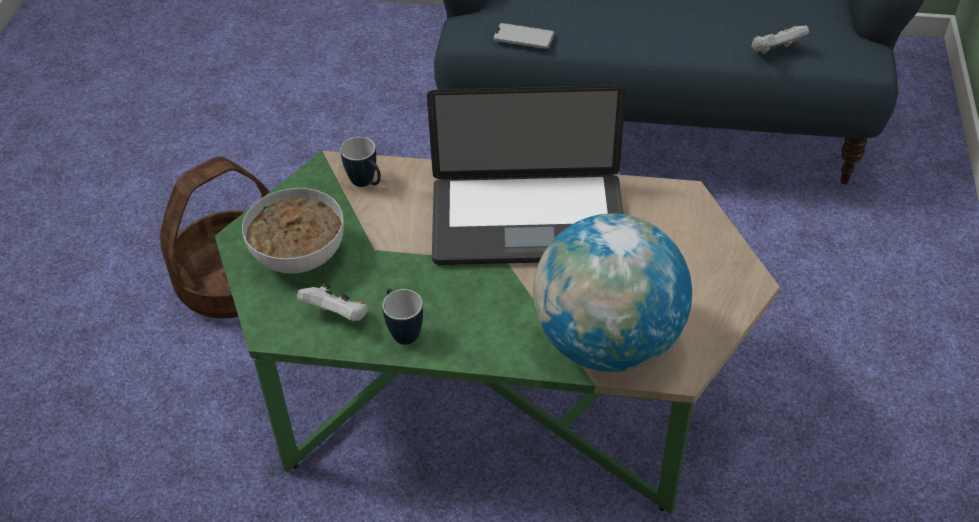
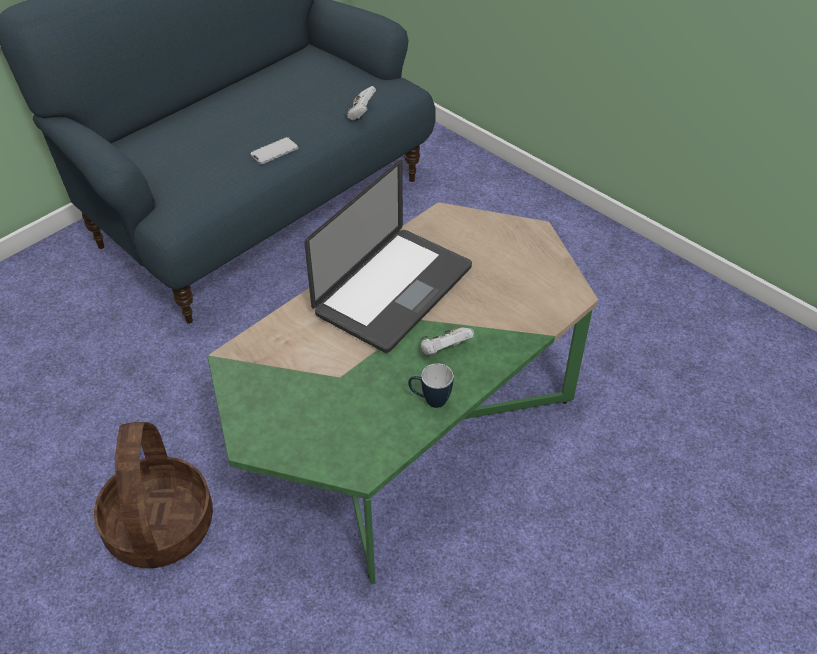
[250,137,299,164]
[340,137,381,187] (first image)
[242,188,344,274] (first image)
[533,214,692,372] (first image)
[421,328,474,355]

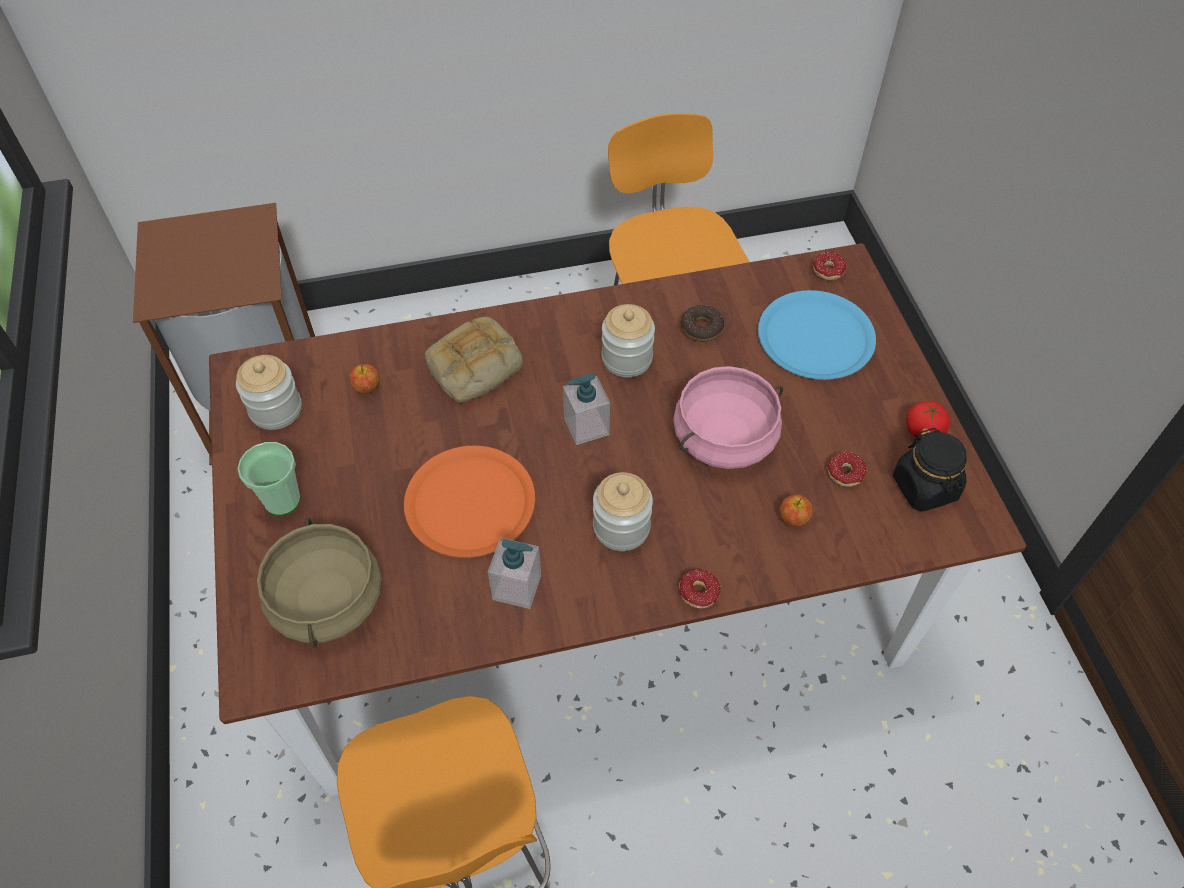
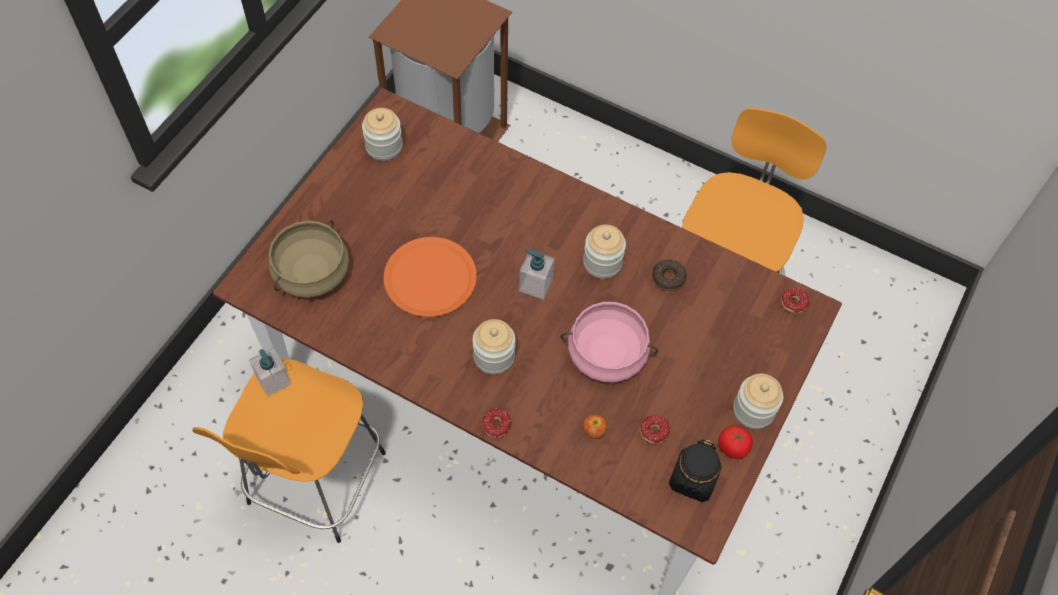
[758,290,876,380] (first image)
[424,317,523,403] (first image)
[349,364,380,394] (first image)
[237,442,301,516] (first image)
[249,348,291,397]
[733,374,783,429]

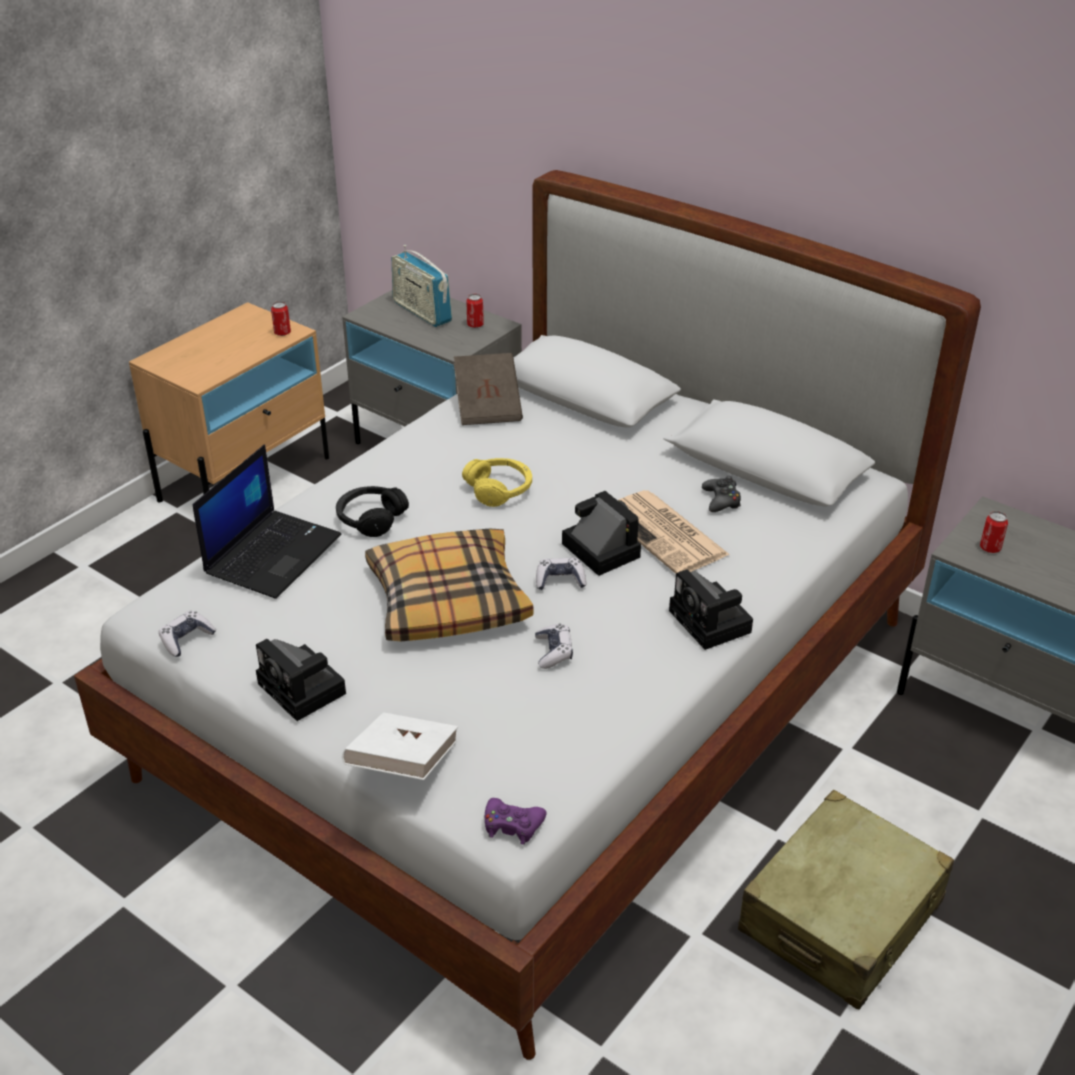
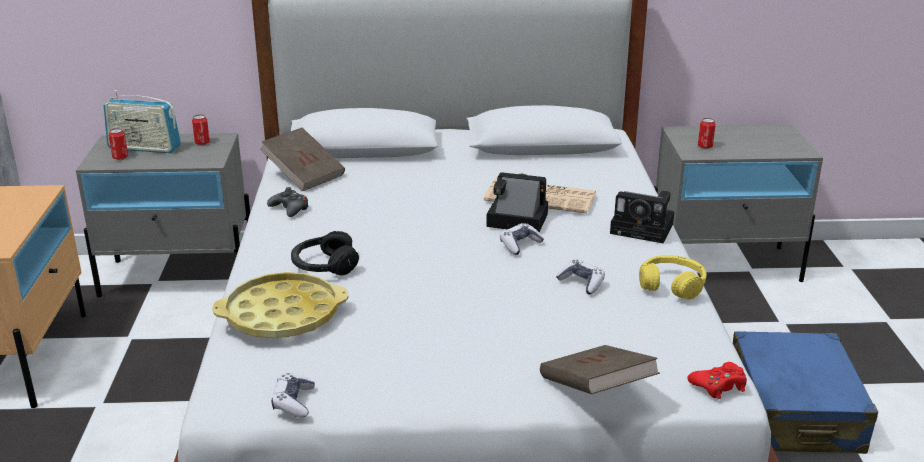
[109,128,128,160]
[212,272,349,338]
[639,255,707,300]
[267,187,309,217]
[365,529,534,641] (first image)
[256,639,346,721] (first image)
[540,345,660,394]
[733,331,878,454]
[687,362,747,399]

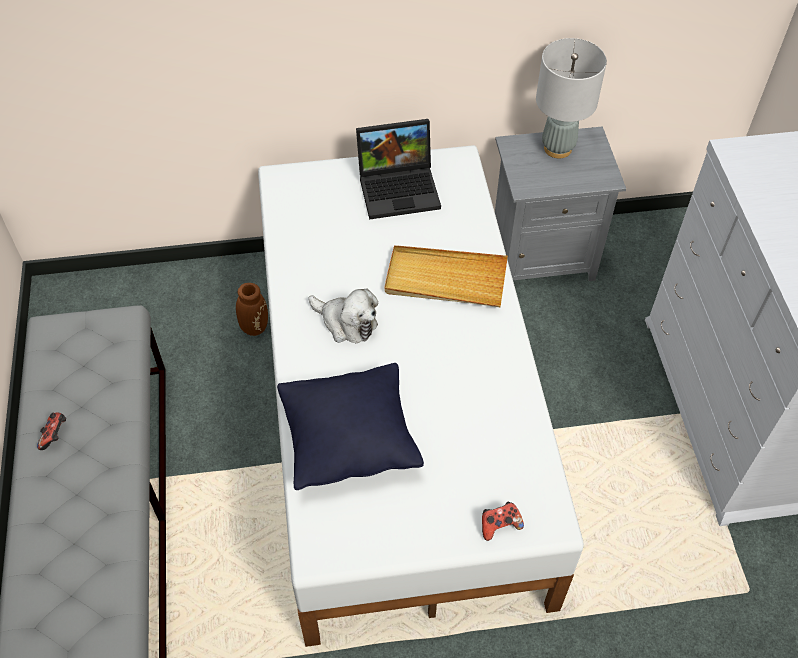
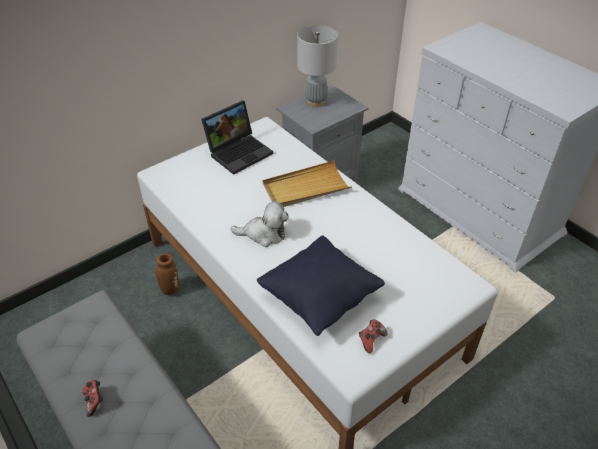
[359,319,388,353]

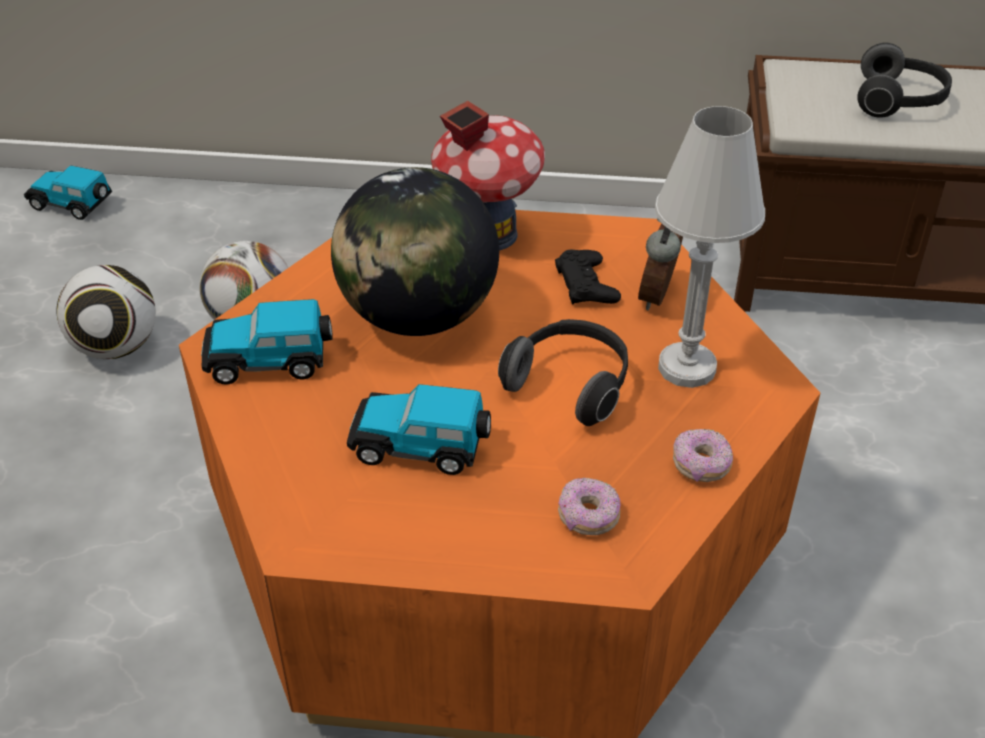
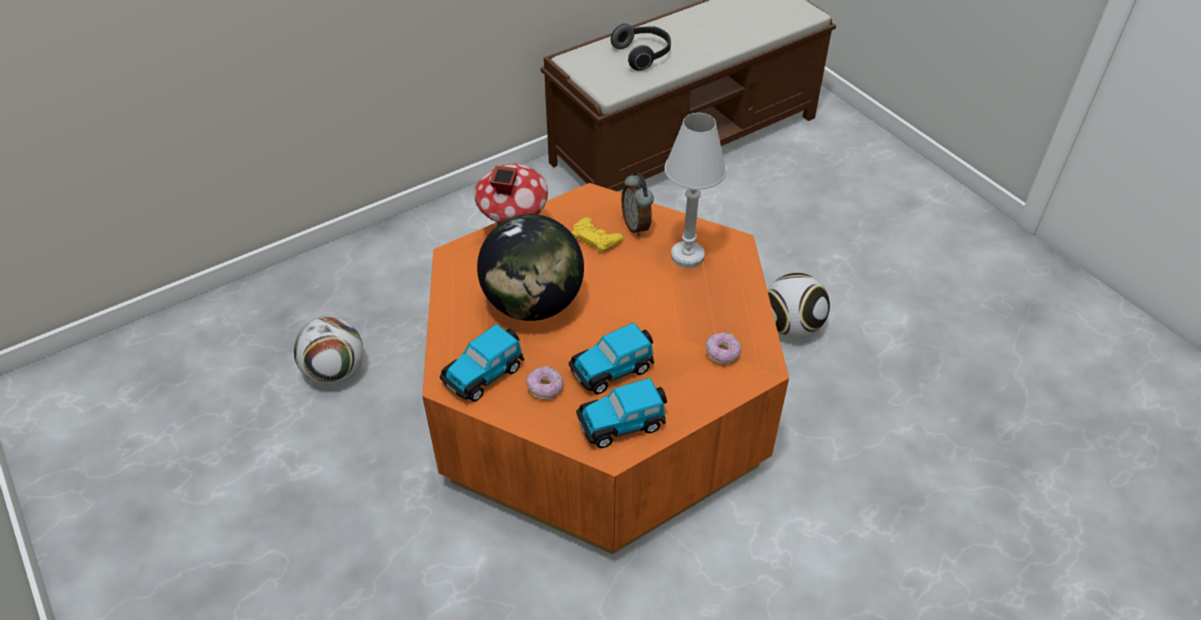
[576,378,667,448]
[572,217,623,253]
[767,273,830,338]
[498,319,628,426] (first image)
[526,366,563,400]

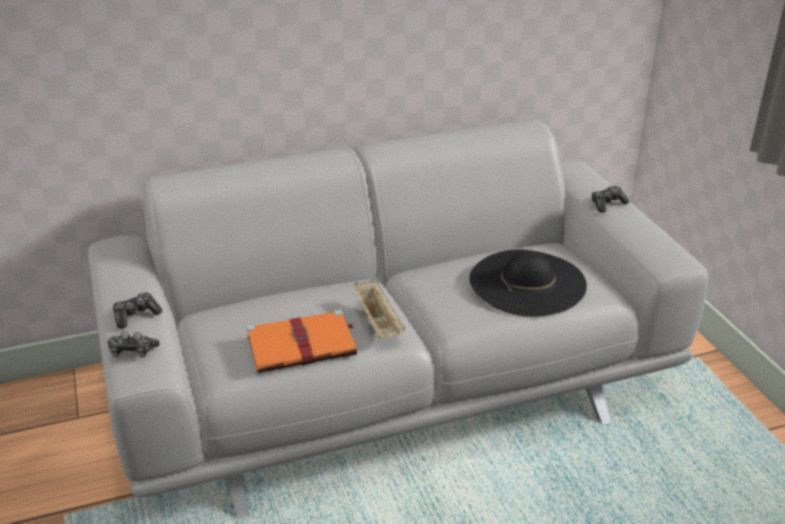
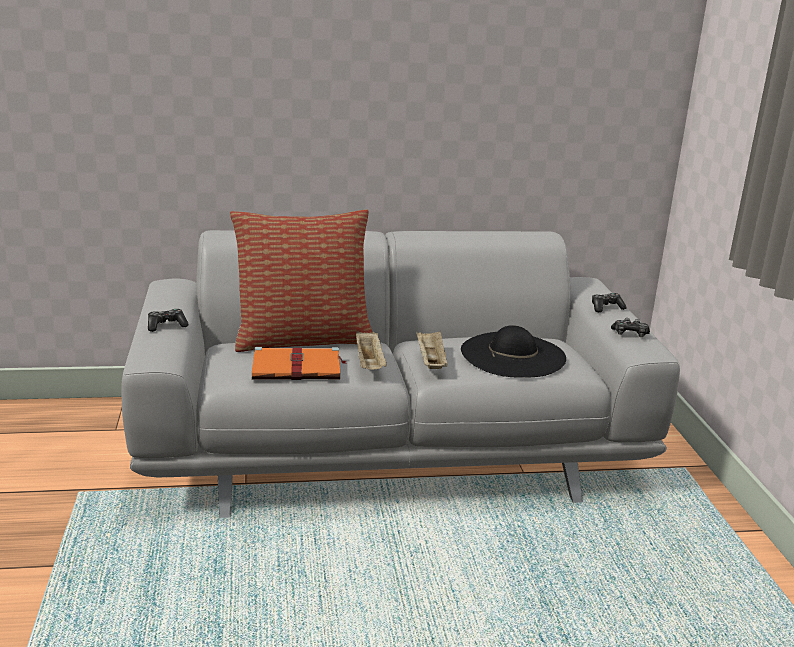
[611,318,650,337]
[230,209,372,352]
[416,331,448,369]

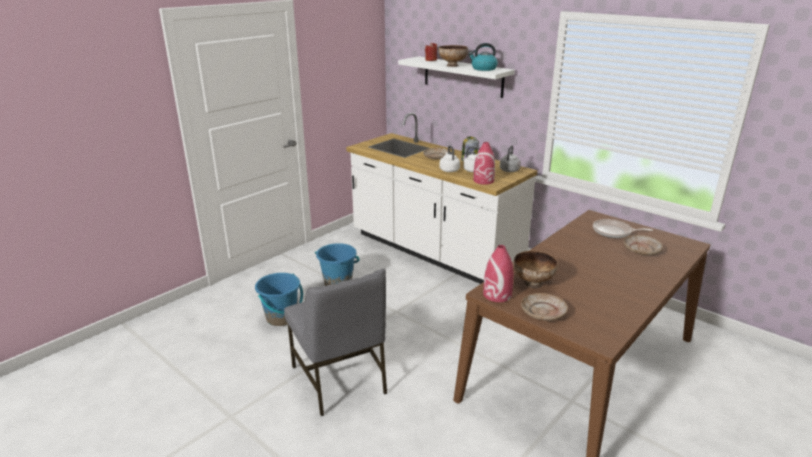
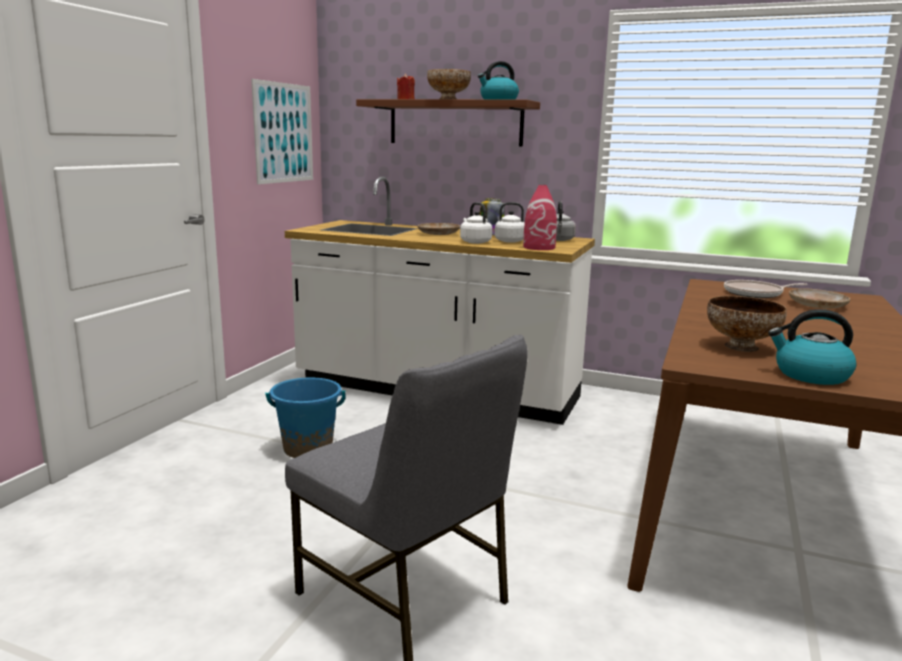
[356,99,540,146]
[483,245,514,302] (first image)
[255,273,303,326] (first image)
[768,309,857,385]
[251,79,313,184]

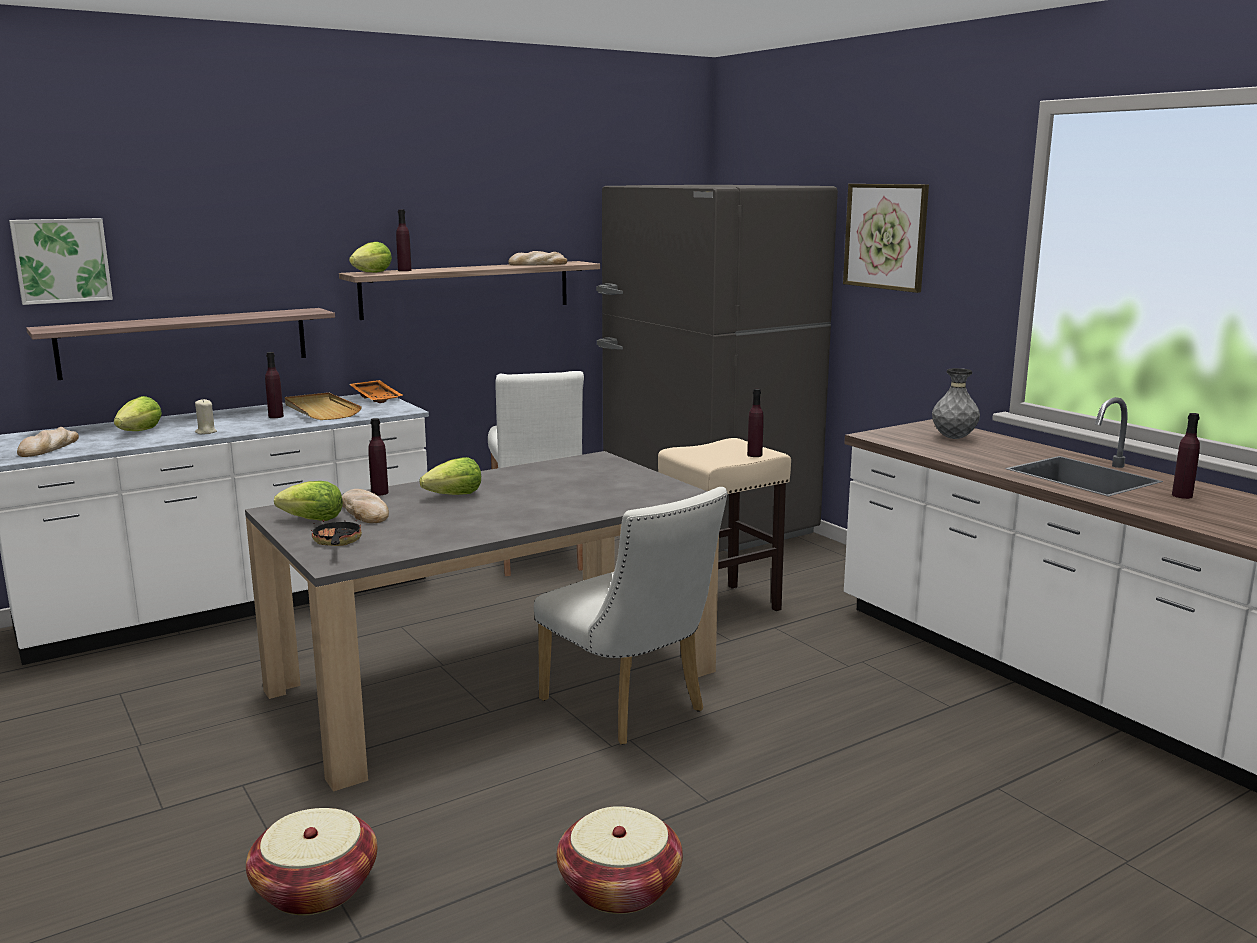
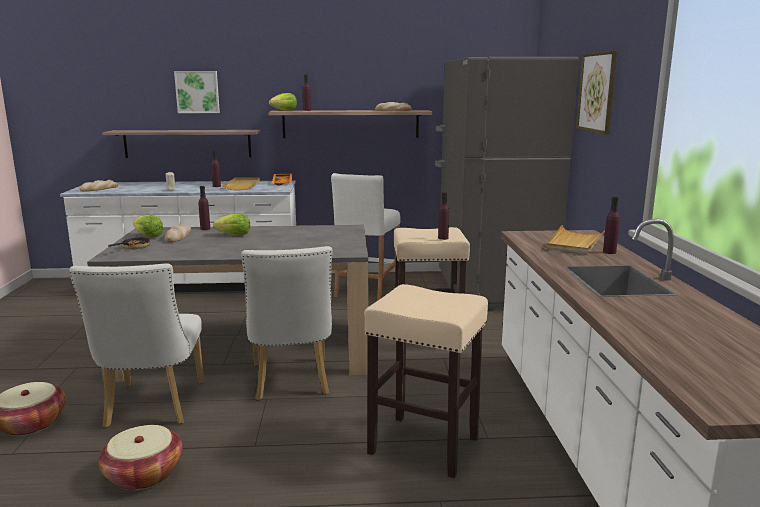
[174,71,220,113]
[546,225,605,254]
[114,396,162,431] (first image)
[603,196,620,254]
[69,263,204,428]
[364,284,488,478]

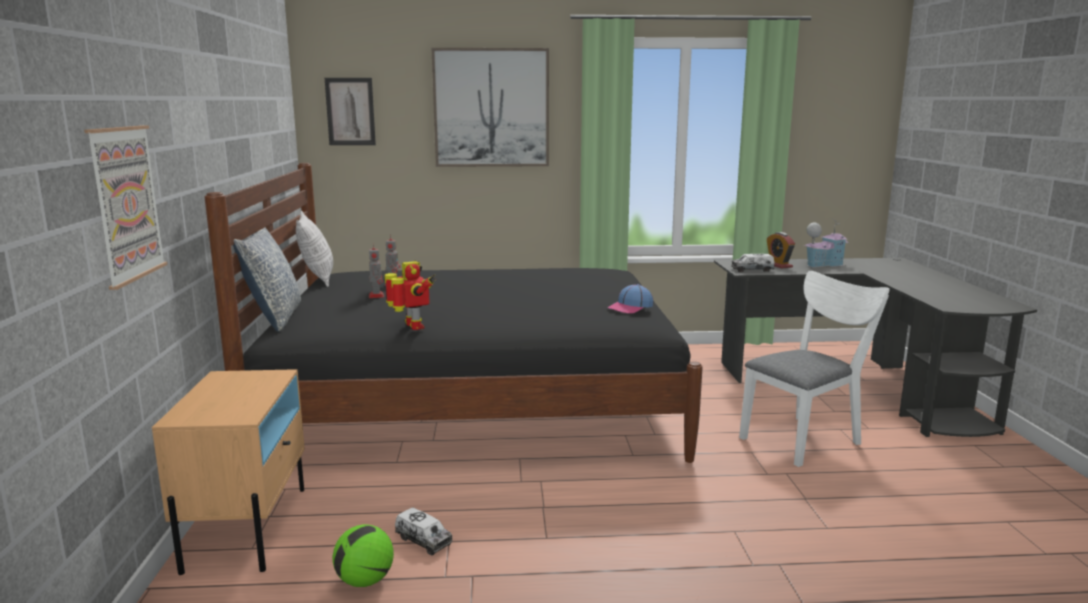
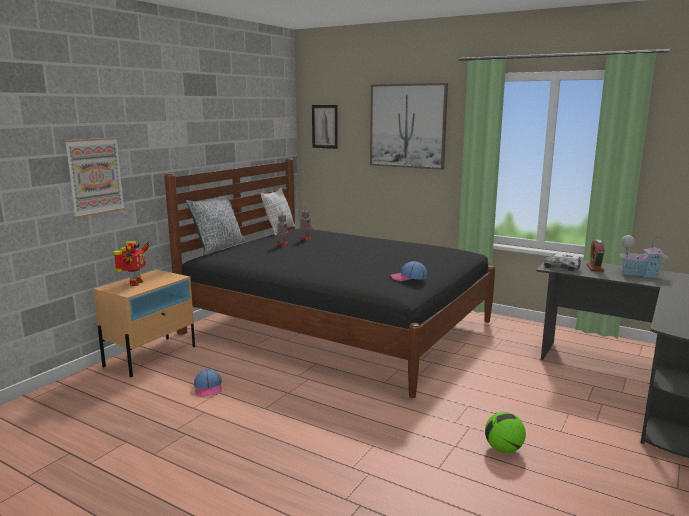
[113,241,150,286]
[739,271,890,467] (first image)
[194,369,222,396]
[485,412,526,453]

